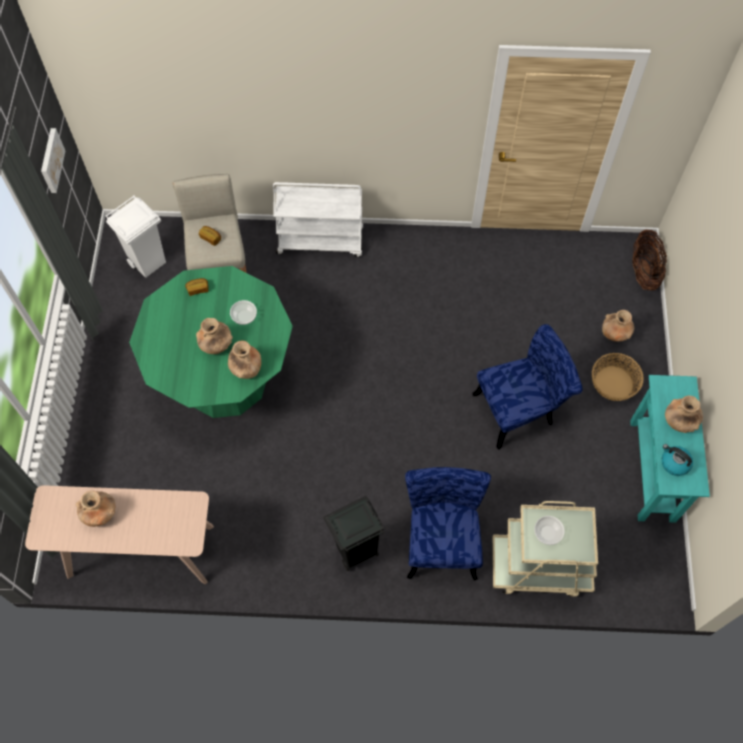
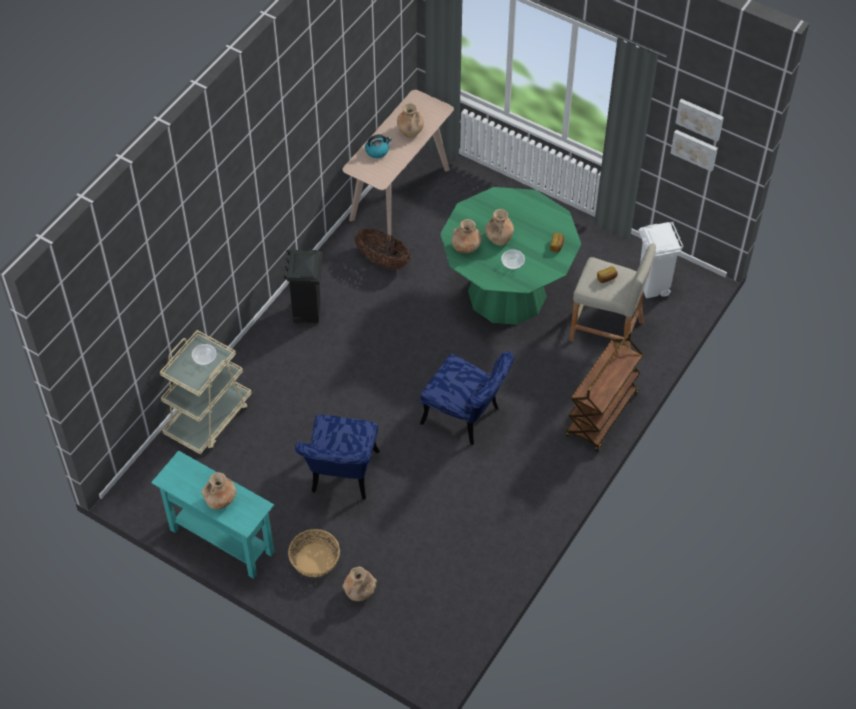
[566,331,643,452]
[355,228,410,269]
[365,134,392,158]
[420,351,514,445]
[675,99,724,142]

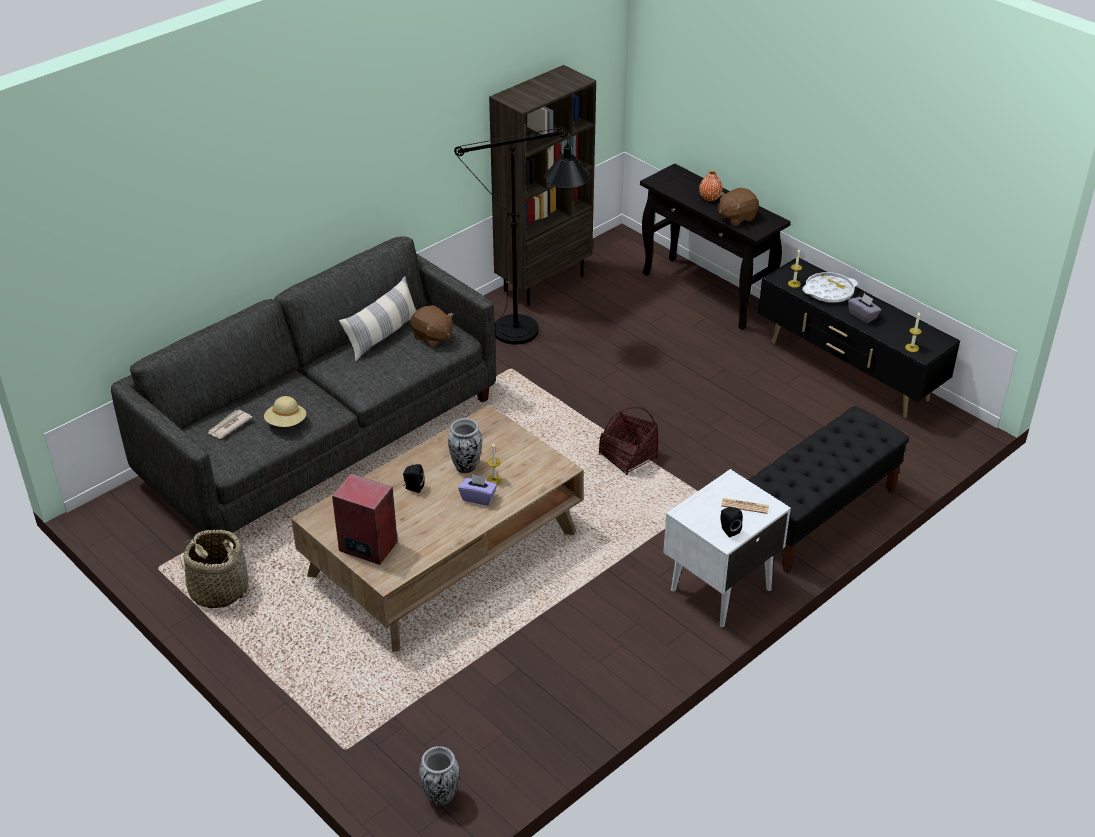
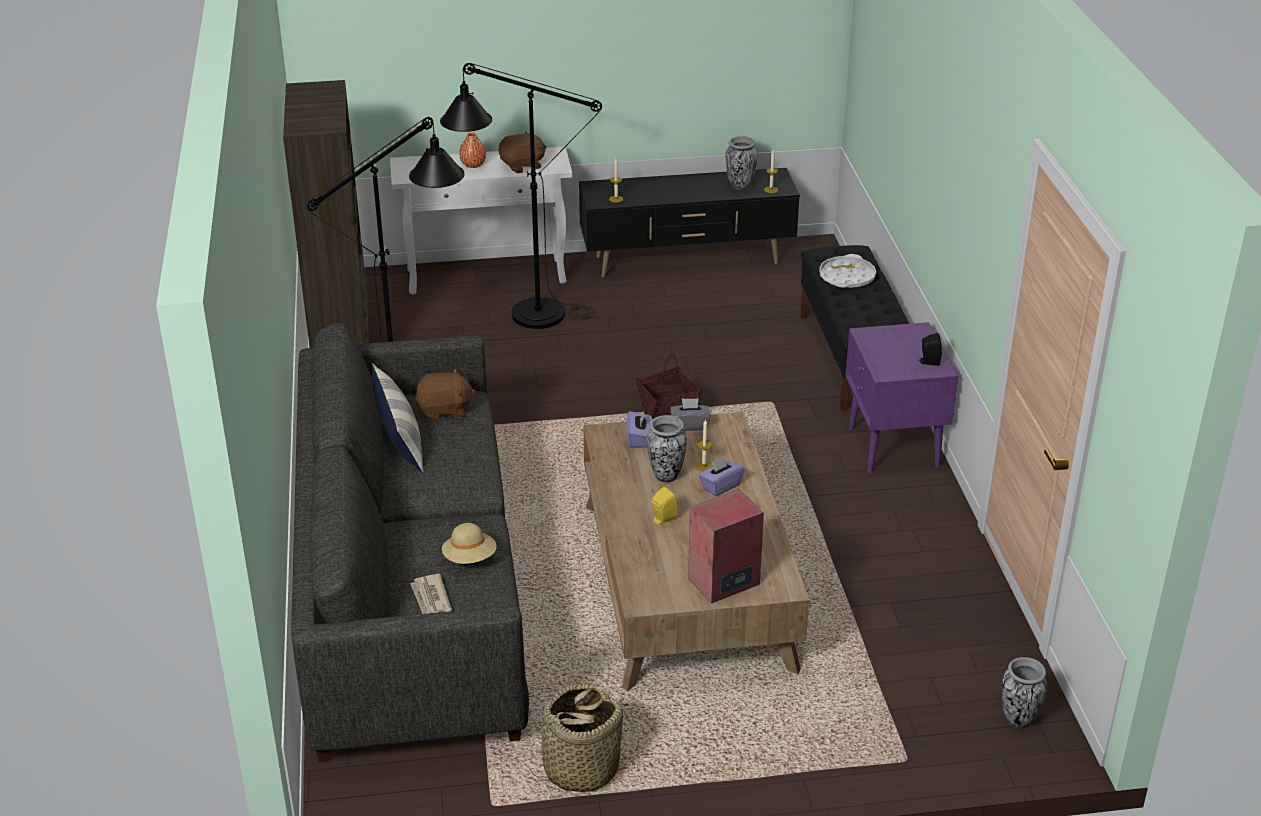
[390,147,572,295]
[498,131,546,173]
[819,254,876,288]
[670,398,711,431]
[652,487,678,525]
[845,322,958,473]
[721,498,769,514] (first image)
[440,63,602,329]
[726,136,758,190]
[627,411,652,448]

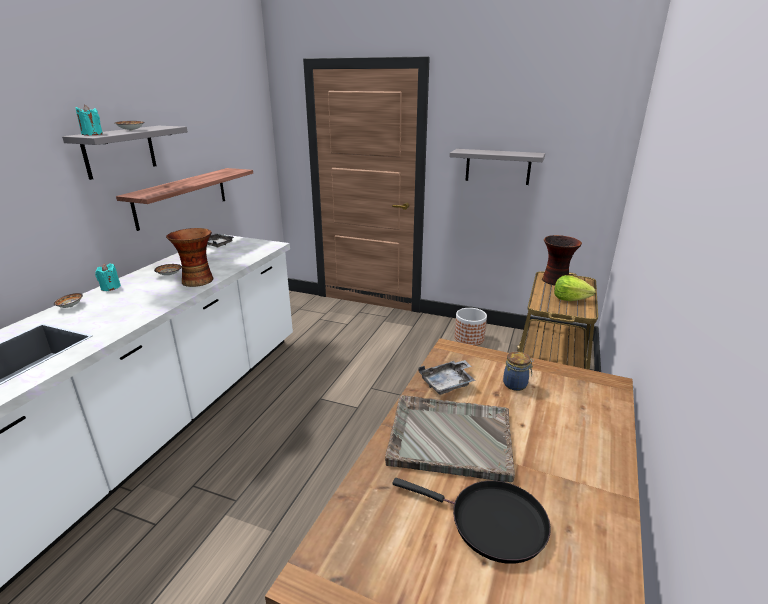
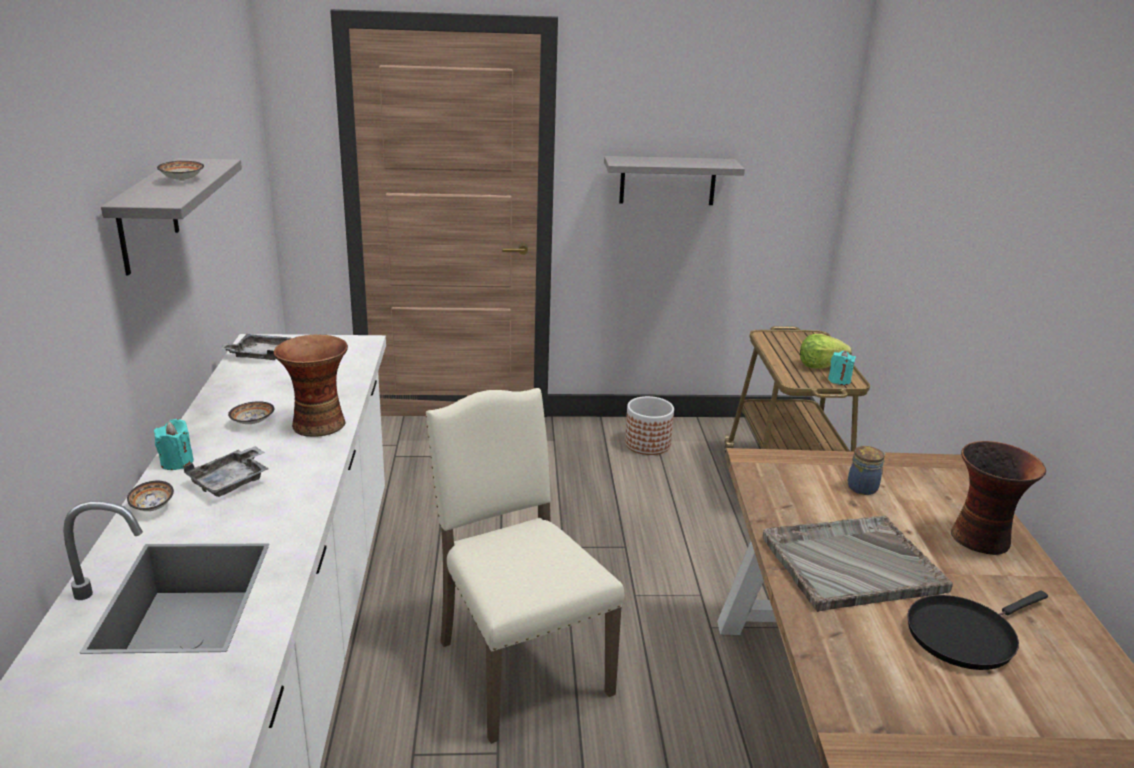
[828,351,856,385]
[116,168,253,231] (first image)
[951,441,1046,555]
[184,446,269,497]
[907,590,1048,670]
[426,388,624,744]

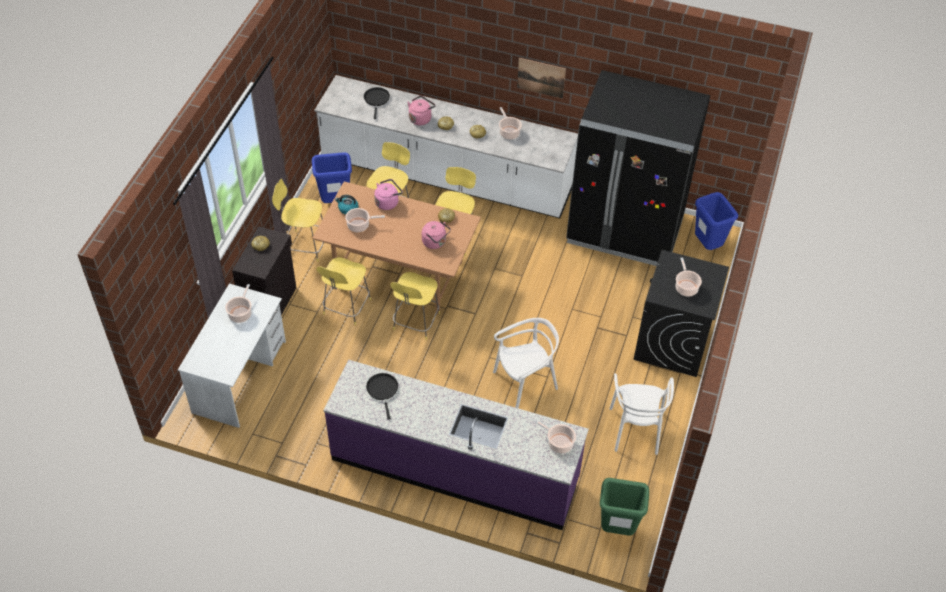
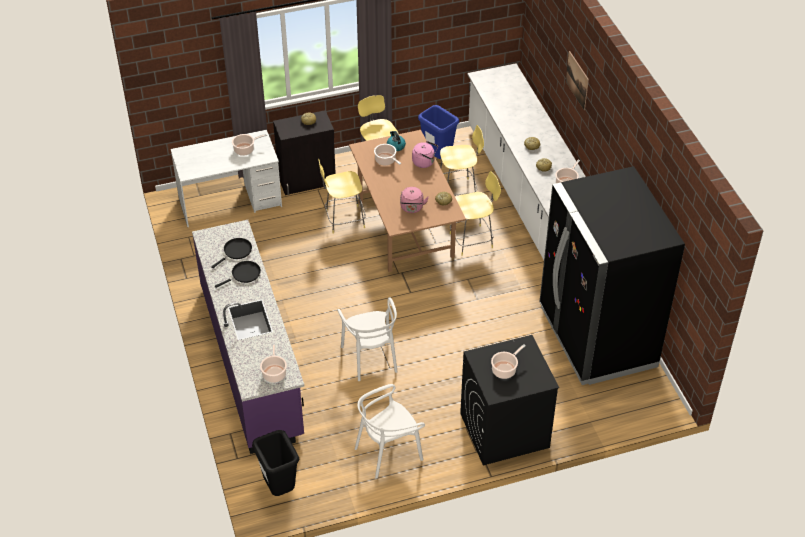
[566,51,589,110]
[215,261,261,288]
[408,96,436,125] (first image)
[695,192,738,250] (first image)
[390,272,440,340] (first image)
[337,297,397,381]
[252,430,299,496]

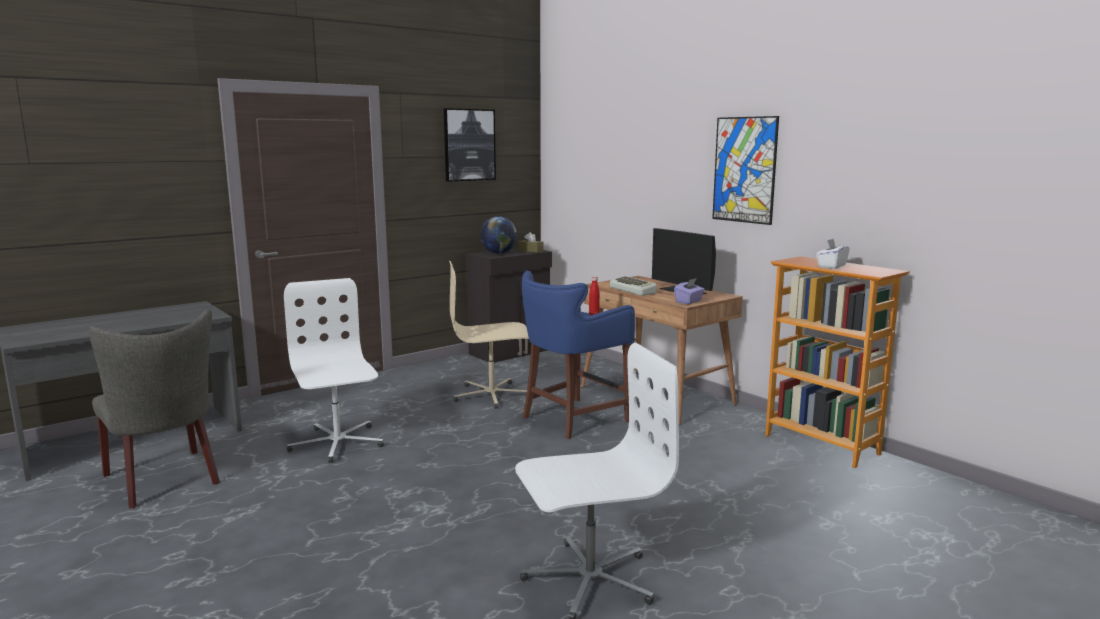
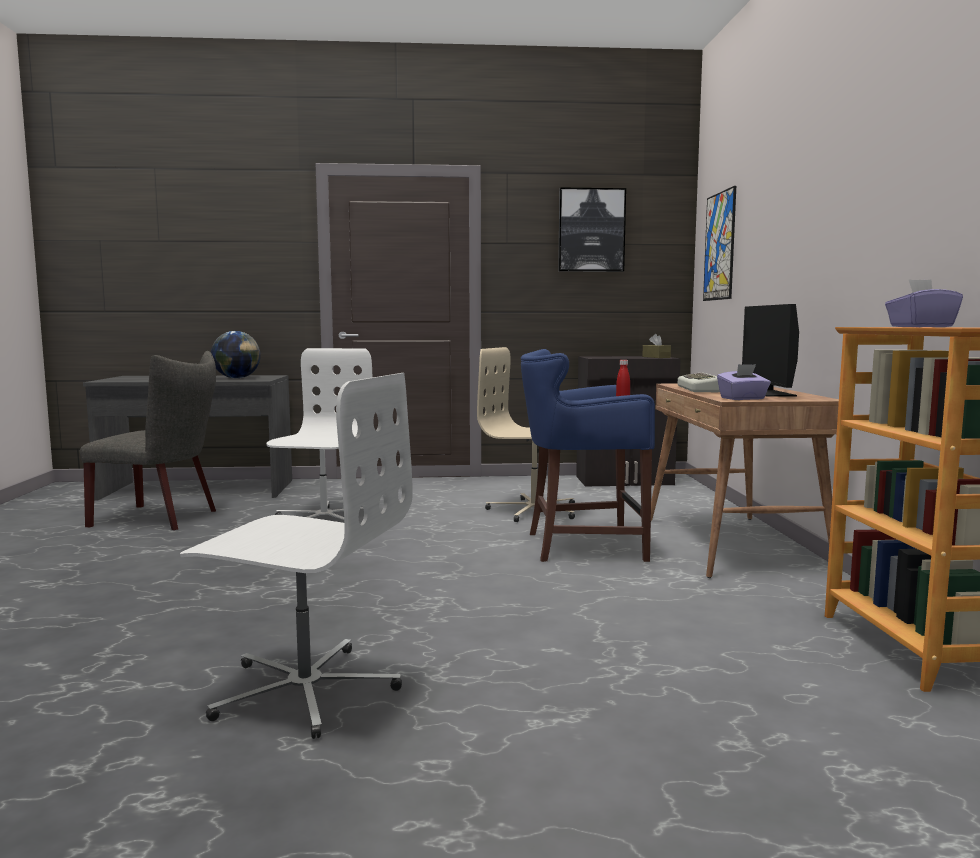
[703,186,736,301]
[211,331,261,378]
[885,279,963,327]
[80,351,216,530]

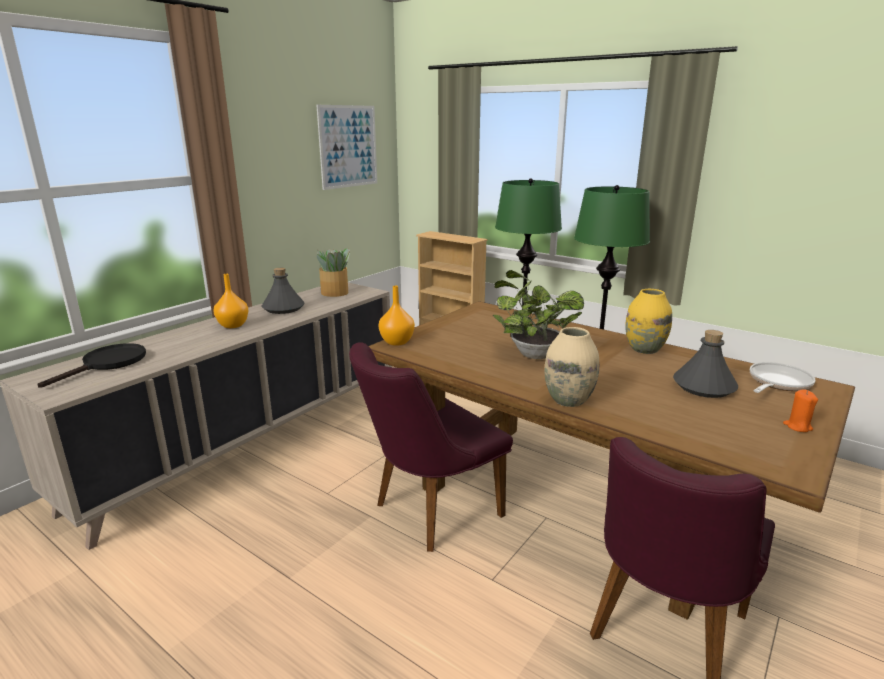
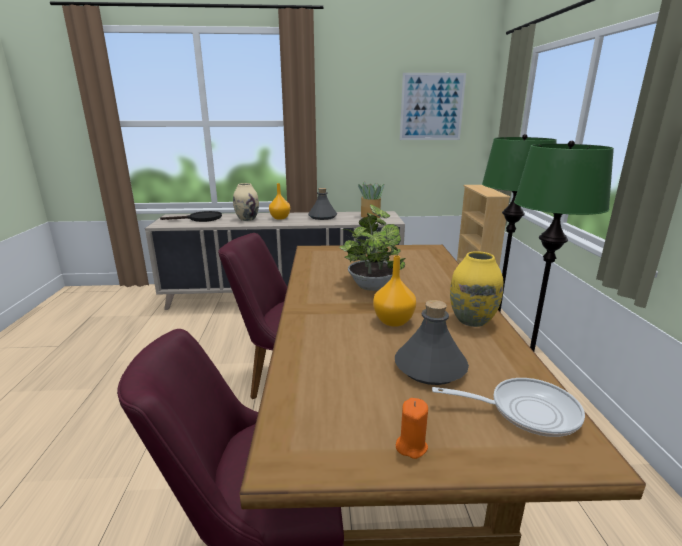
[373,255,416,327]
[233,183,259,221]

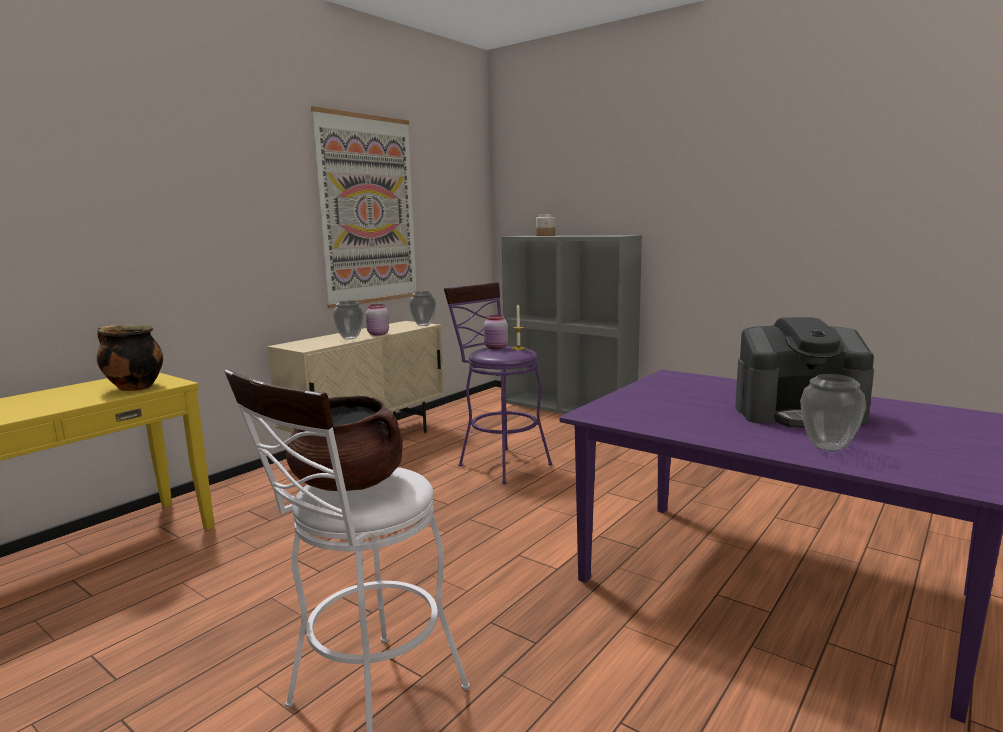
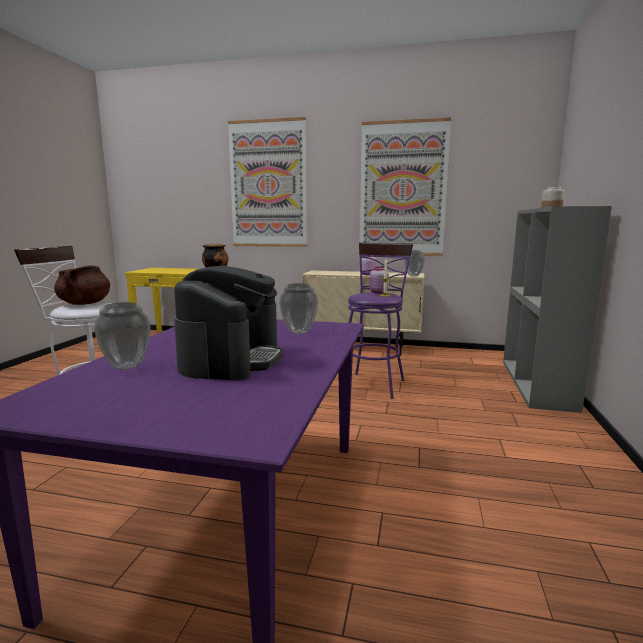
[279,283,318,334]
[174,266,283,381]
[228,117,307,247]

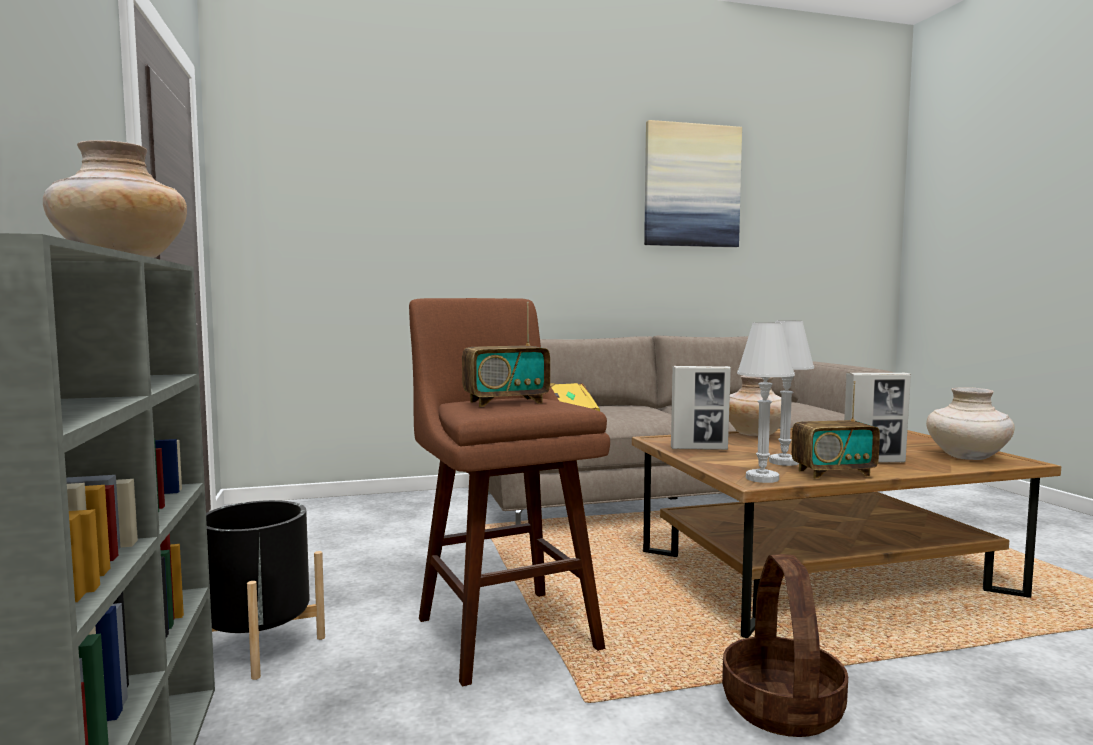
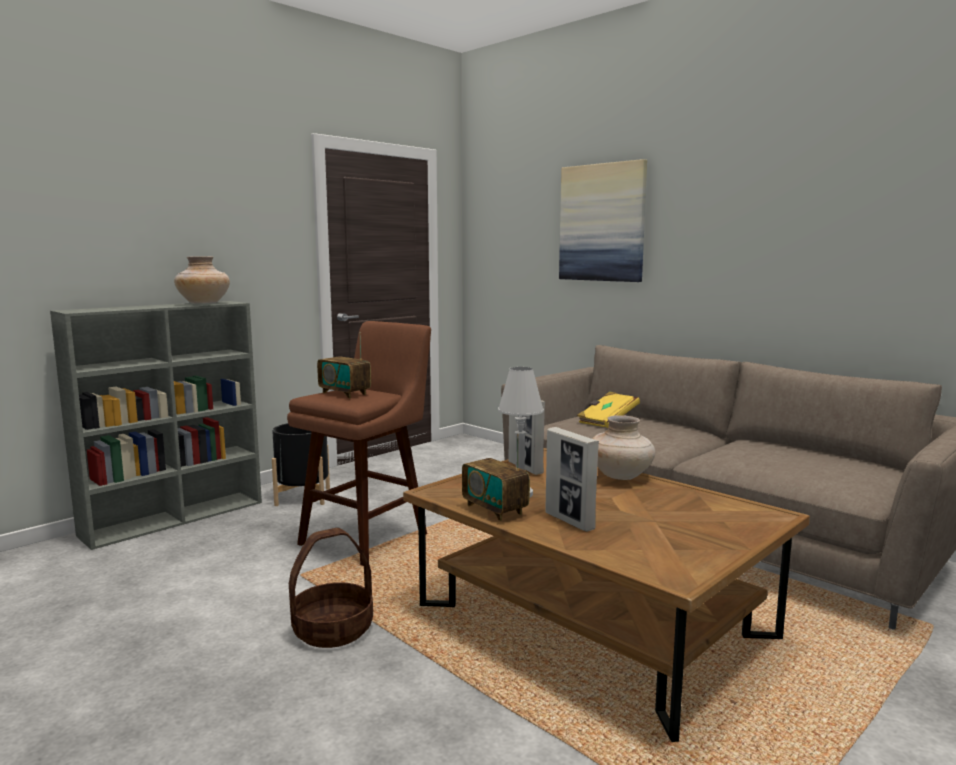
[559,159,647,282]
[737,322,795,483] (first image)
[926,387,1015,460] (first image)

